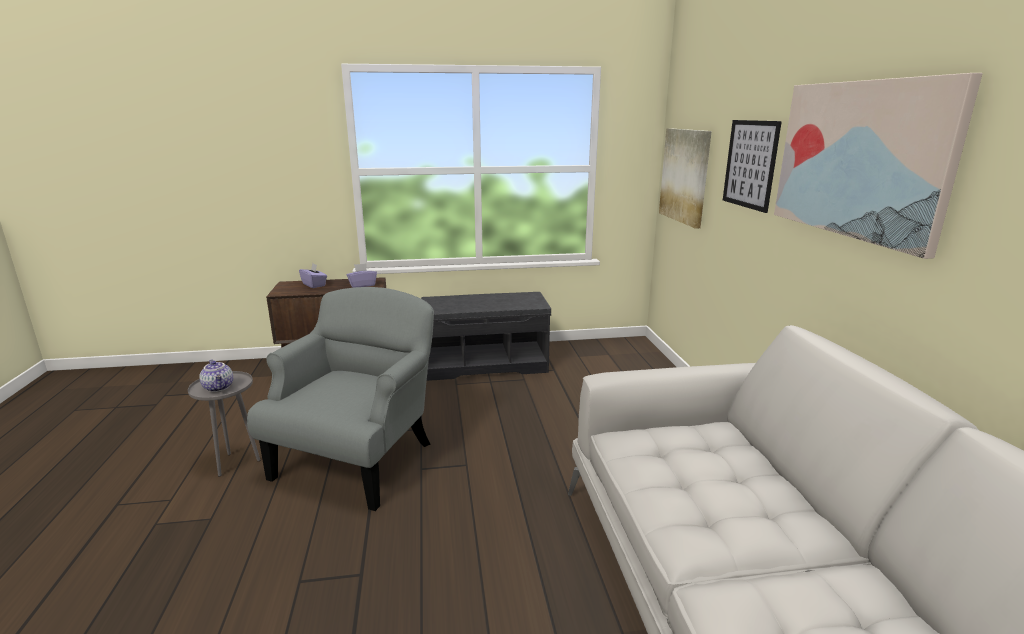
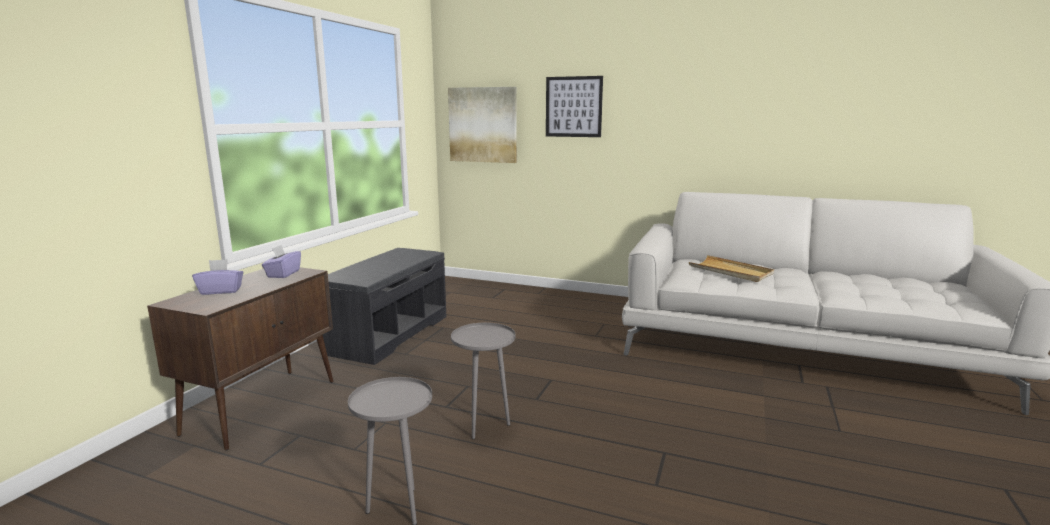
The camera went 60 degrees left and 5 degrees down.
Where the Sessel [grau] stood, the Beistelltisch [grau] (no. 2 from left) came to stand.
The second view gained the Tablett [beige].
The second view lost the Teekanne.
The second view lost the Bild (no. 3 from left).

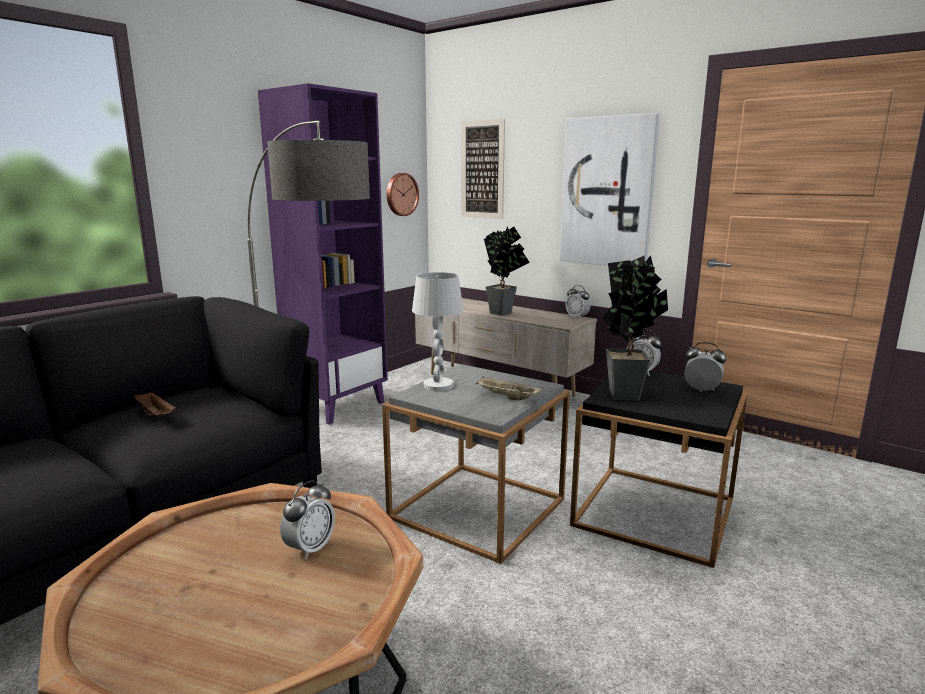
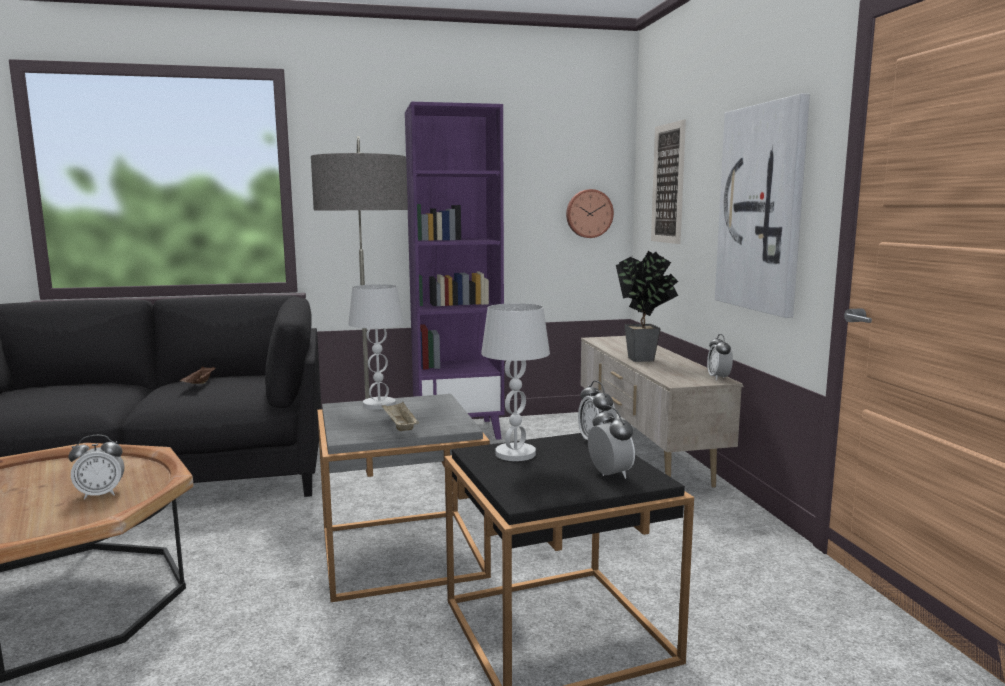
The camera went 40 degrees right and 5 degrees down.
Where the Topfpflanze (no. 2 from left) stood, the Tischlampe [weiß] (no. 2 from left) came to stand.

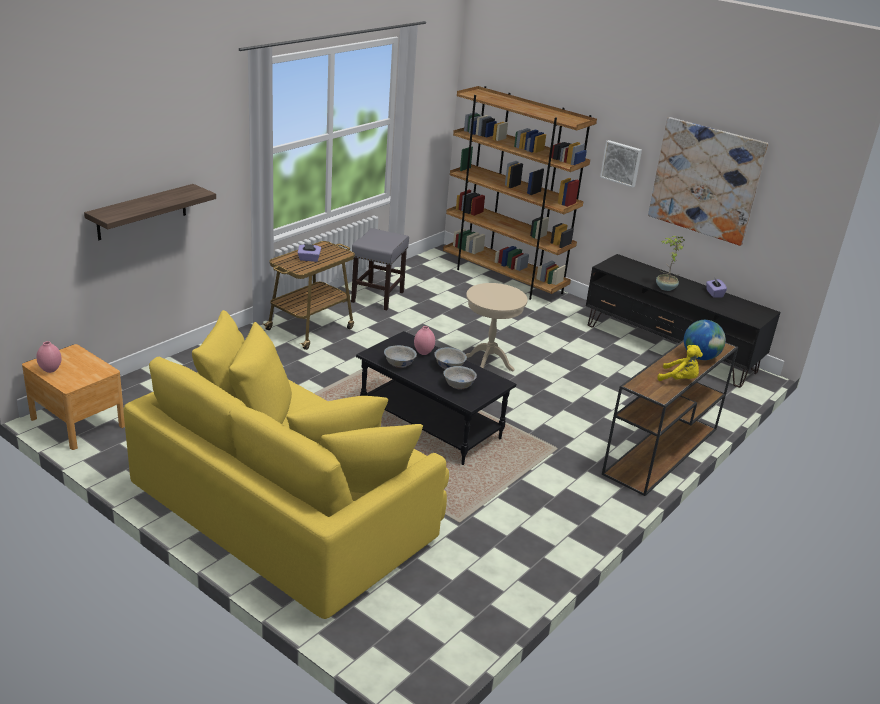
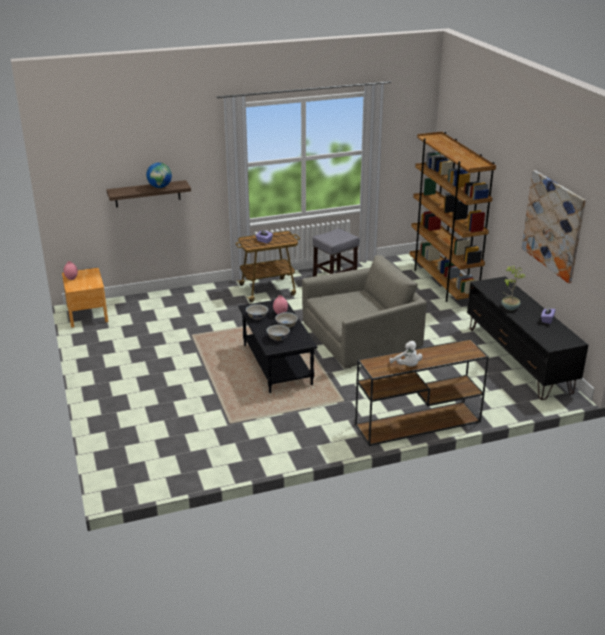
The camera went 35 degrees right and 0 degrees up.
The Globus ended up elsewhere.
Where the Beistelltisch [beige] stood, the Sessel [grau] came to stand.
What was the Plüschtier [gelb] turned into the Plüschtier [weiß].
The second view lost the Sofa [gelb].
The second view lost the Bild (no. 1 from left).

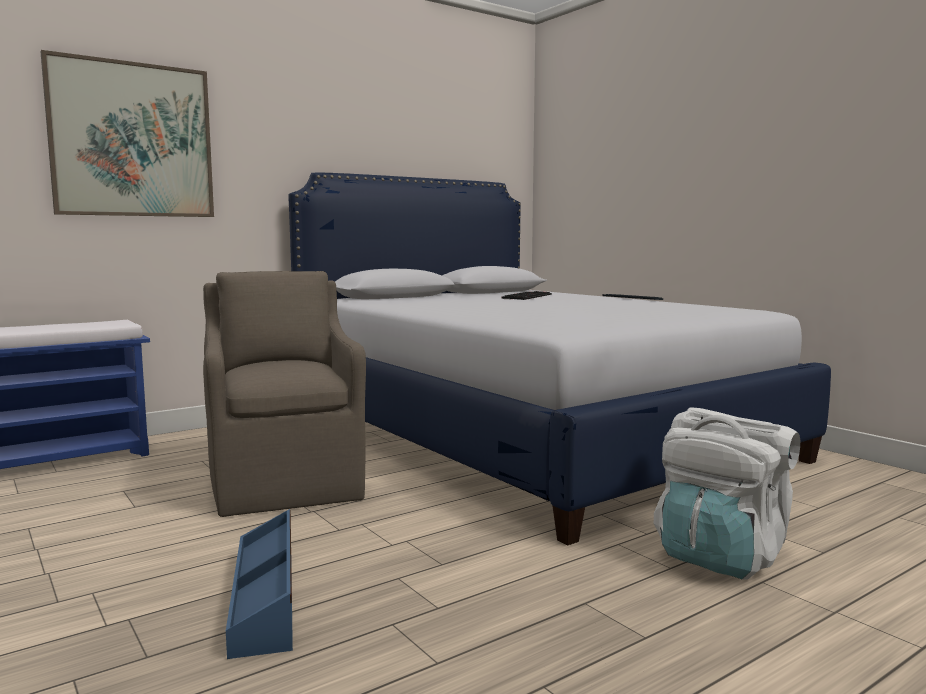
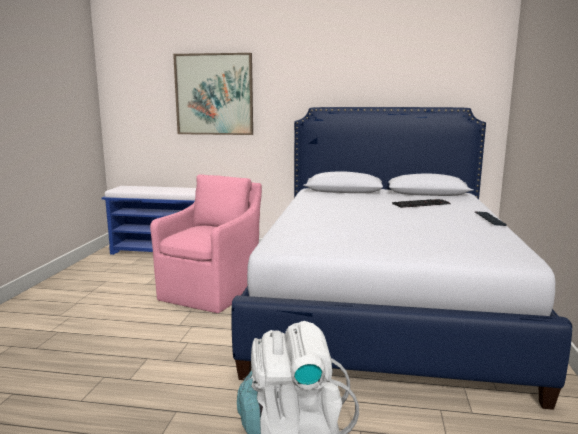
The camera went 45 degrees right and 5 degrees up.
What was the Sessel [braun] turned into the Sessel [rosa].
The second view lost the Aufbewahrungsbox [blau].

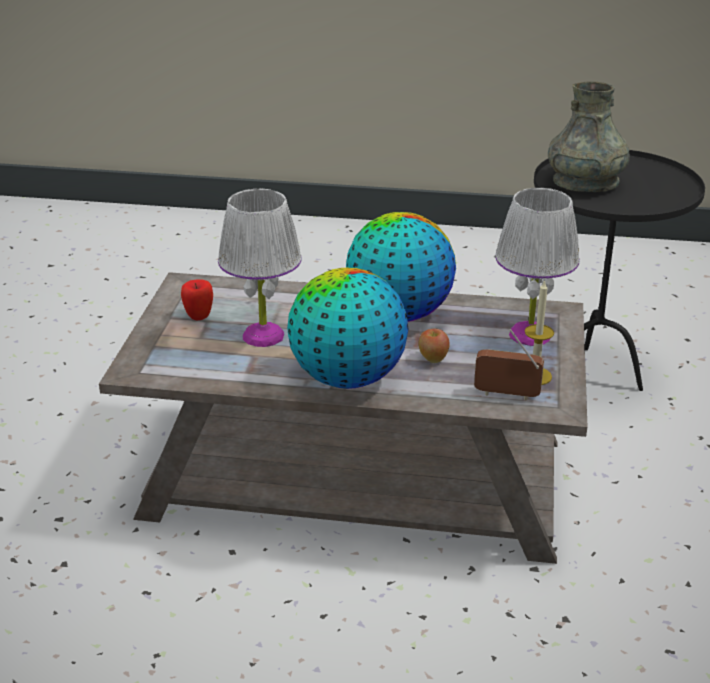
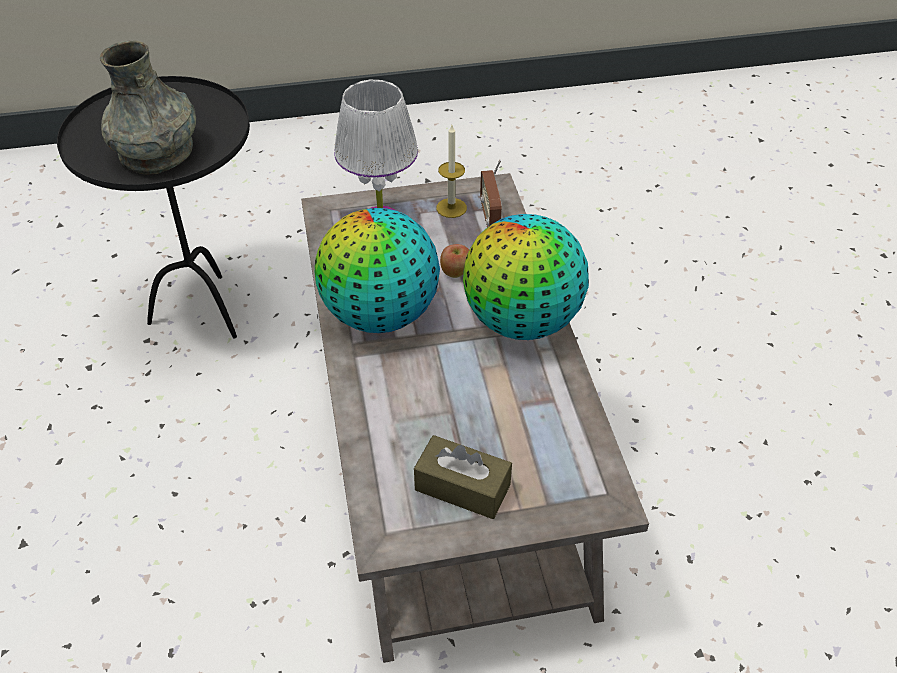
The camera went 110 degrees left and 15 degrees up.
Where the Apfel (no. 1 from left) stood, the Taschentuchbox [braun] came to stand.
The second view lost the Tischlampe [weiß] (no. 1 from left).

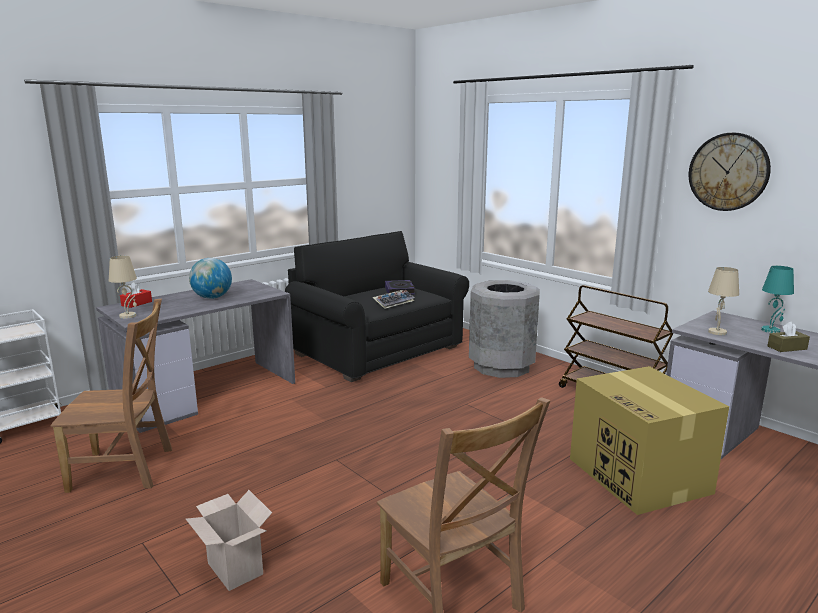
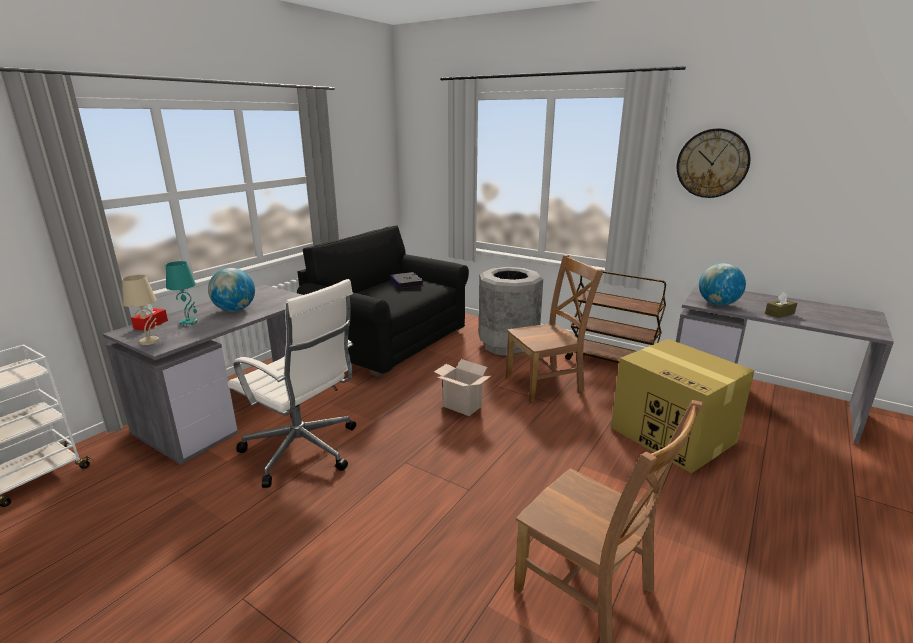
The camera went 15 degrees left and 5 degrees up.
The Tischlampe [türkis] ended up elsewhere.
The second view gained the Bürostuhl [weiß].
The Karton (no. 1 from left) ended up elsewhere.
The Stuhl [braun] (no. 1 from left) ended up elsewhere.
Where the Tischlampe [beige] (no. 2 from left) stood, the Globus (no. 2 from left) came to stand.
The second view lost the Tastatur.

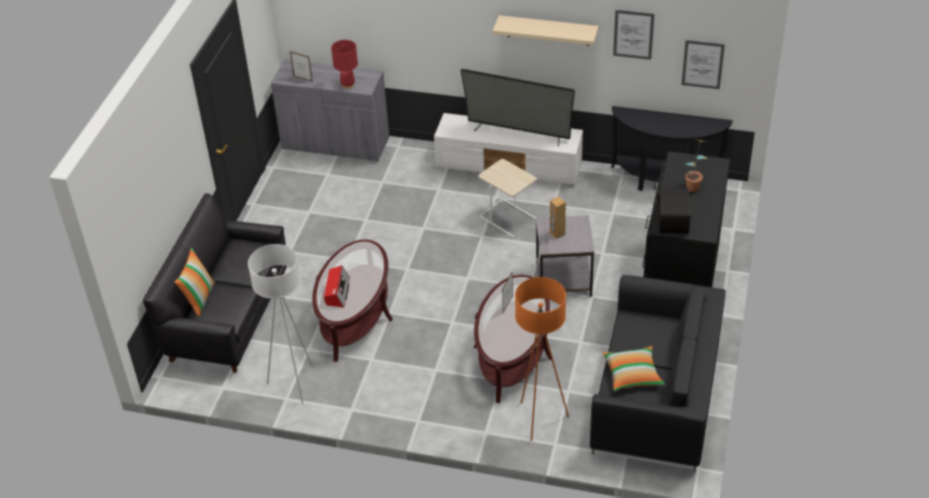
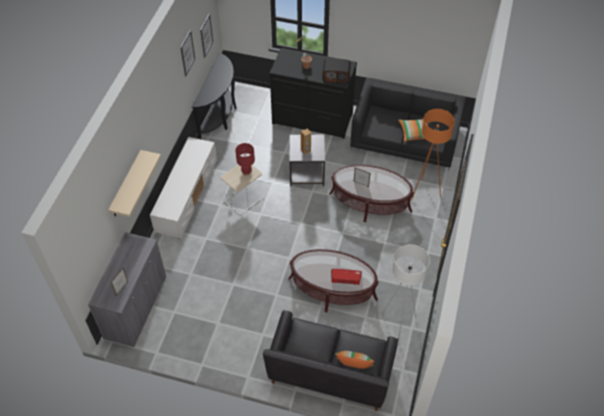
The camera went 90 degrees left and 10 degrees up.
The Wandregal [beige] ended up elsewhere.
The Tischlampe [rot] ended up elsewhere.
The second view lost the Fernseher.

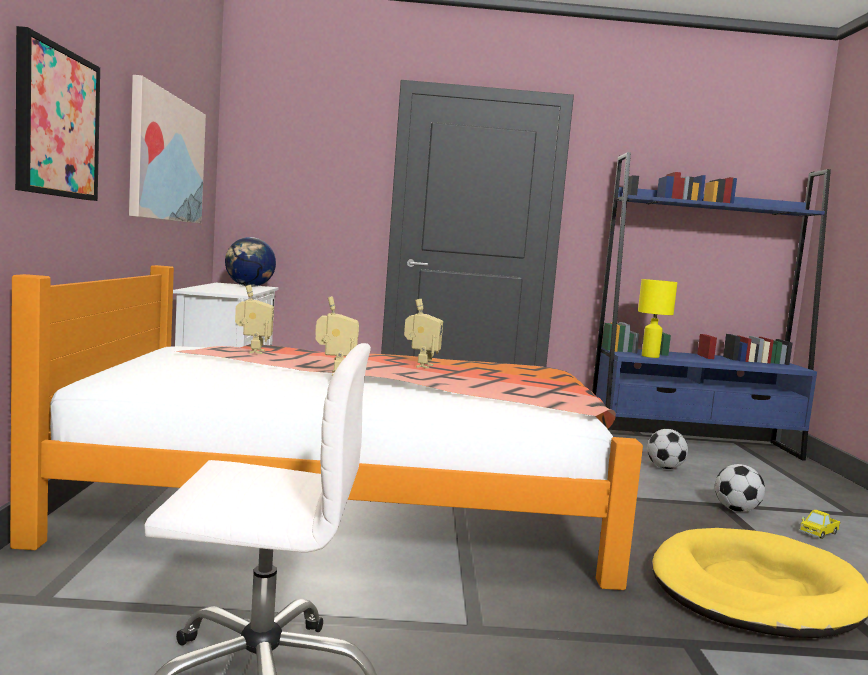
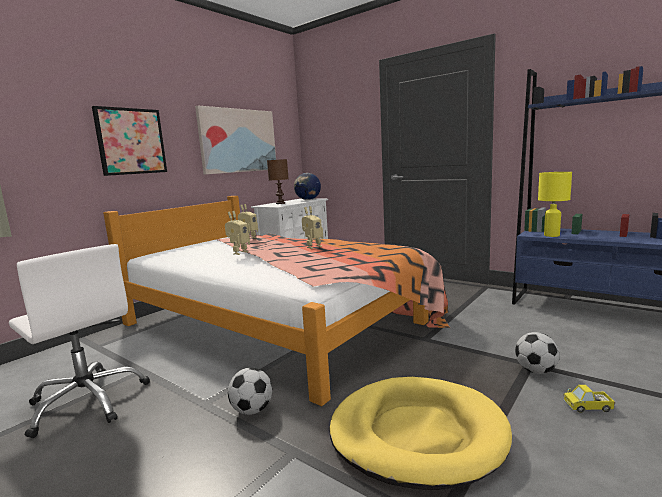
The camera went 40 degrees right and 5 degrees up.
The Fußball (no. 1 from left) ended up elsewhere.
The second view gained the Tischlampe [braun].

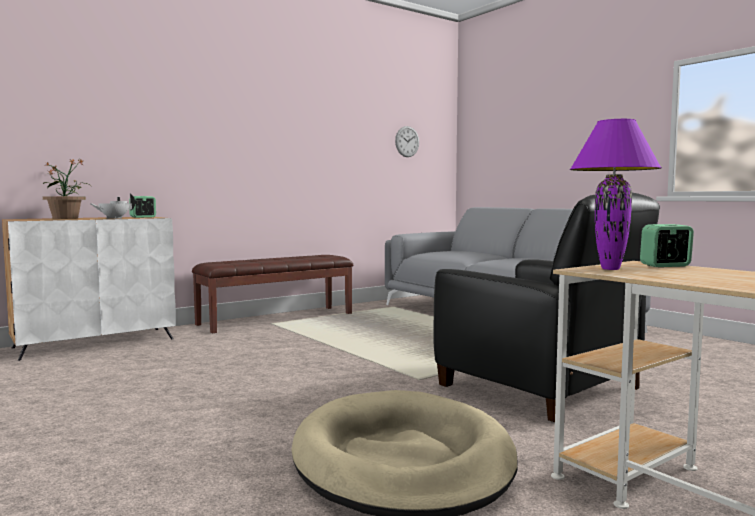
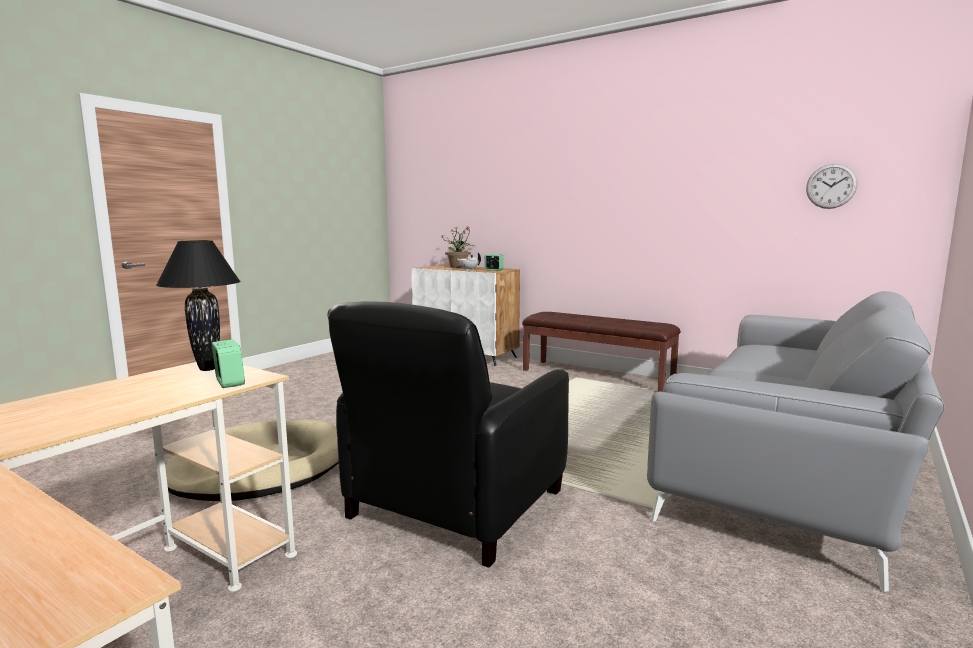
The camera went 70 degrees right and 5 degrees up.
What was the Tischlampe [lila] turned into the Tischlampe [schwarz].

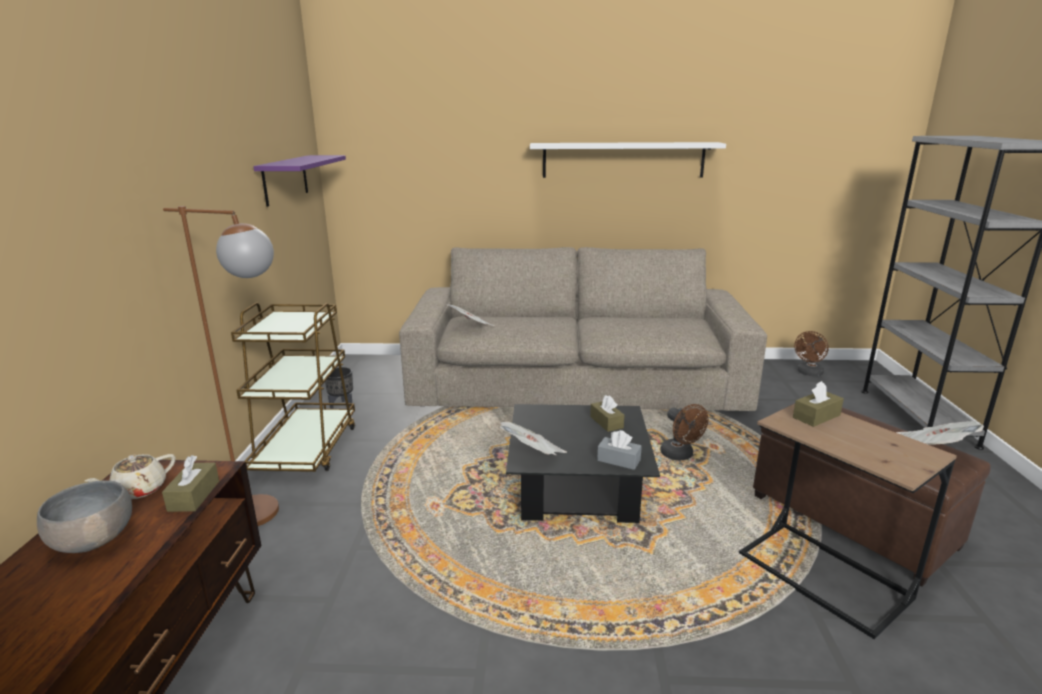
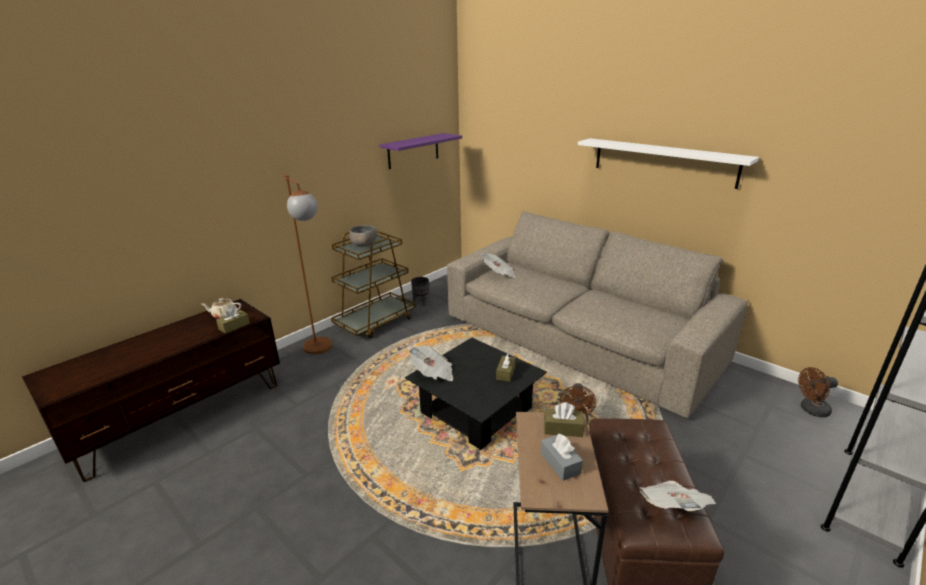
The camera went 40 degrees right and 5 degrees up.
The Schüssel [grau] ended up elsewhere.
The Taschentuchbox [grau] ended up elsewhere.

